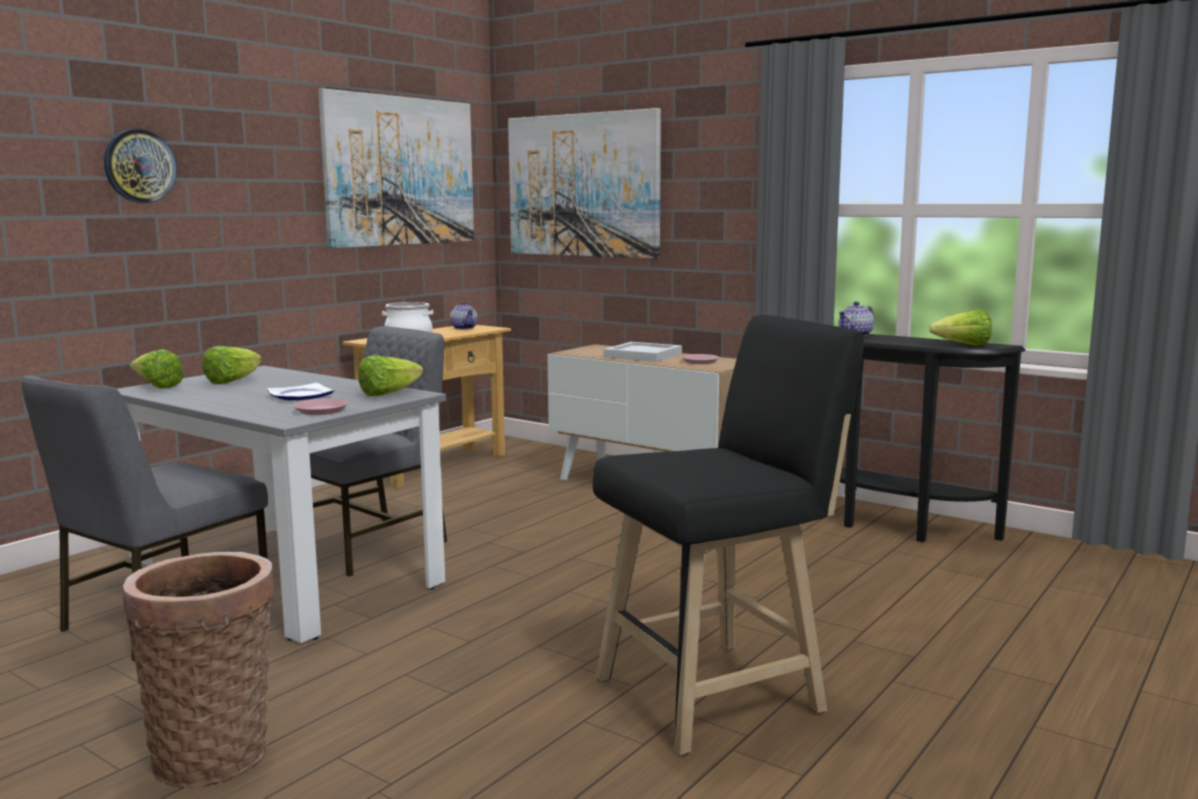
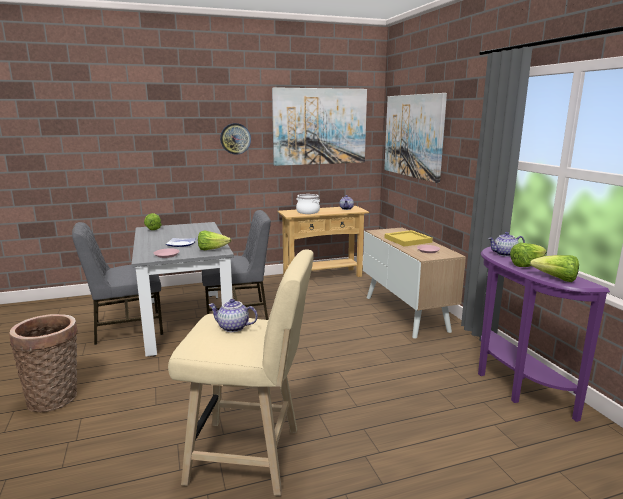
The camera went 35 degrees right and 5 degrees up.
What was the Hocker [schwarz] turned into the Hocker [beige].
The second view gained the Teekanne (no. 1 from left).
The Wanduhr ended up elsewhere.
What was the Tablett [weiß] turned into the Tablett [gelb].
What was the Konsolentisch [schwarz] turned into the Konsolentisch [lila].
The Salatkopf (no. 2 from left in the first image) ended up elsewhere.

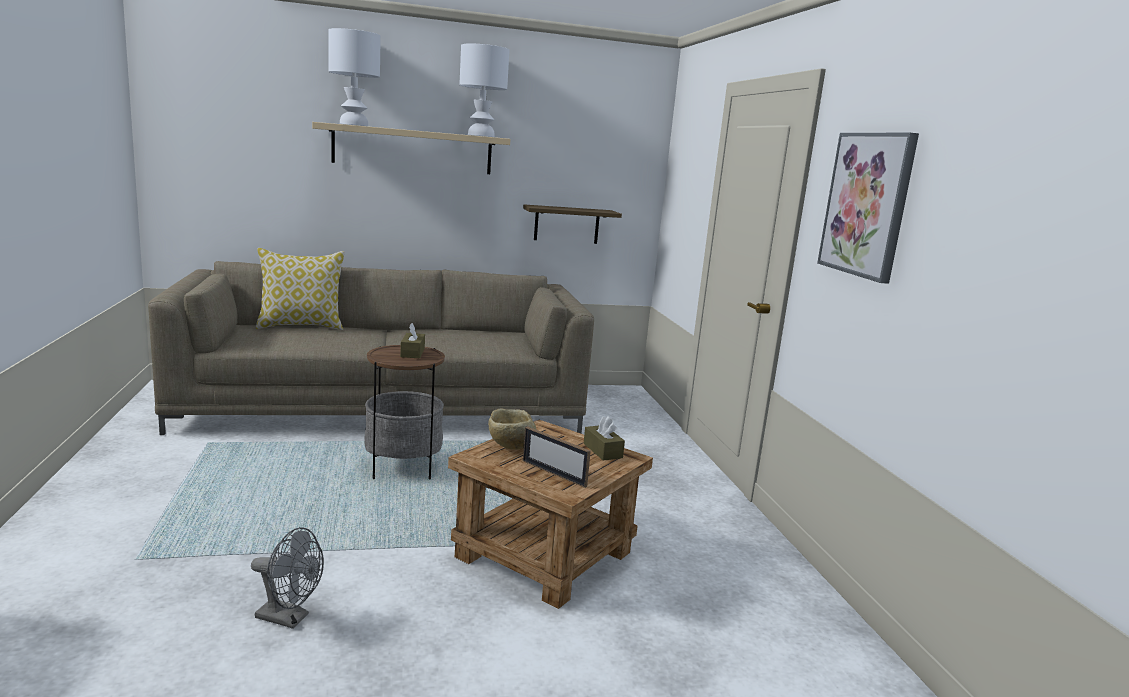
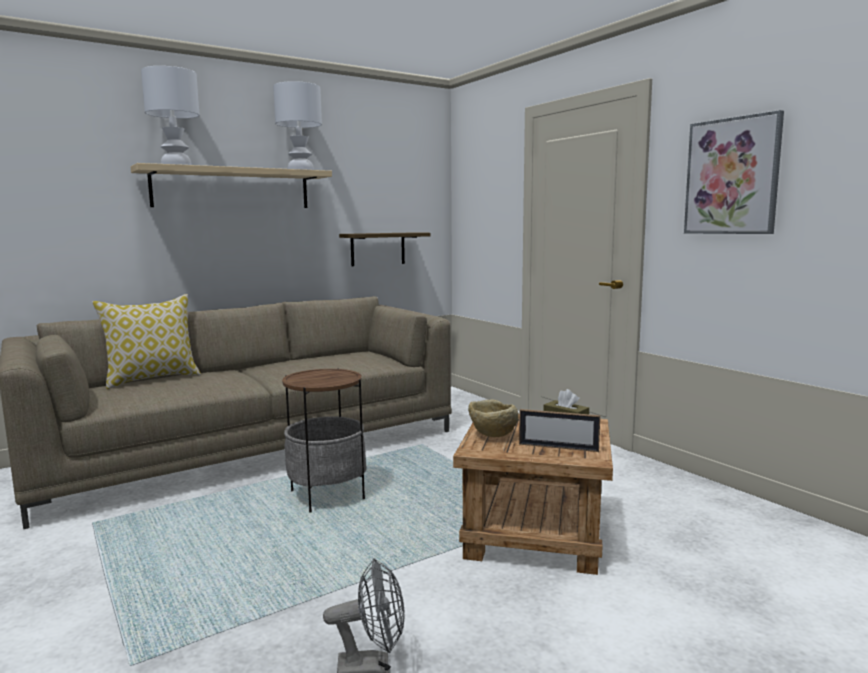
The camera went 20 degrees left and 5 degrees down.
The second view lost the Taschentuchbox [braun] (no. 1 from left).

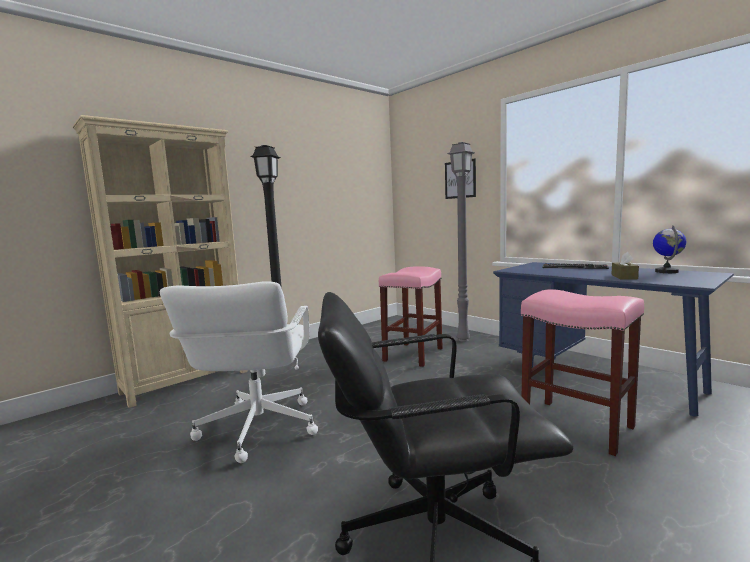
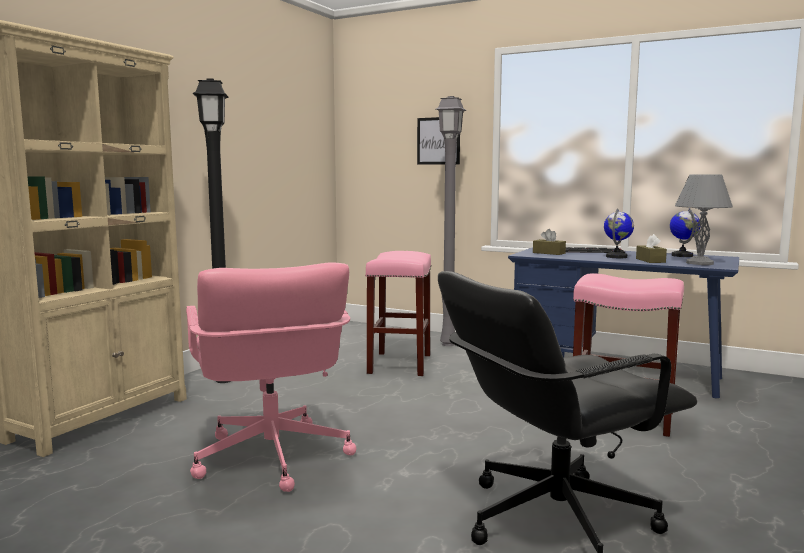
The camera went 20 degrees left and 0 degrees up.
What was the Bürostuhl [weiß] turned into the Bürostuhl [rosa].
The second view gained the Taschentuchbox [braun] (no. 1 from left).
The second view gained the Globus (no. 1 from left).
The second view gained the Tischlampe [grau].

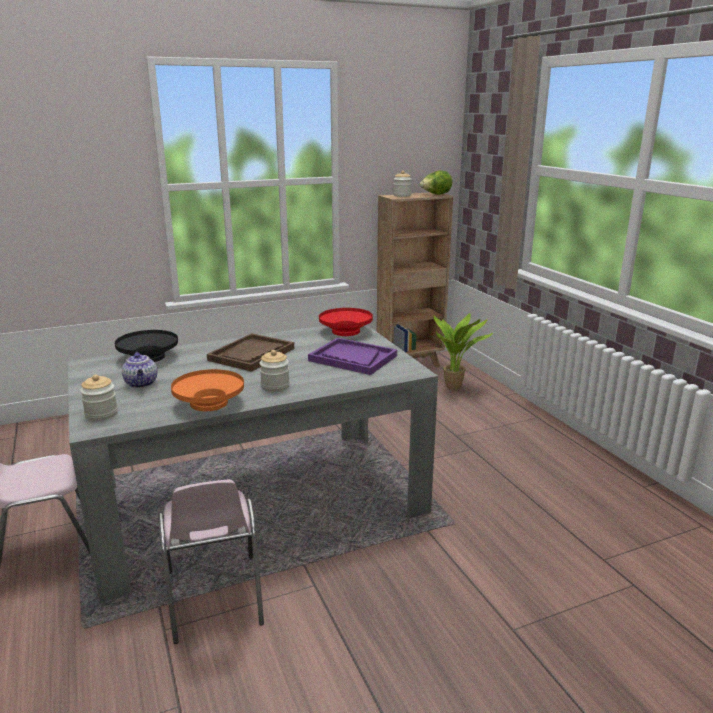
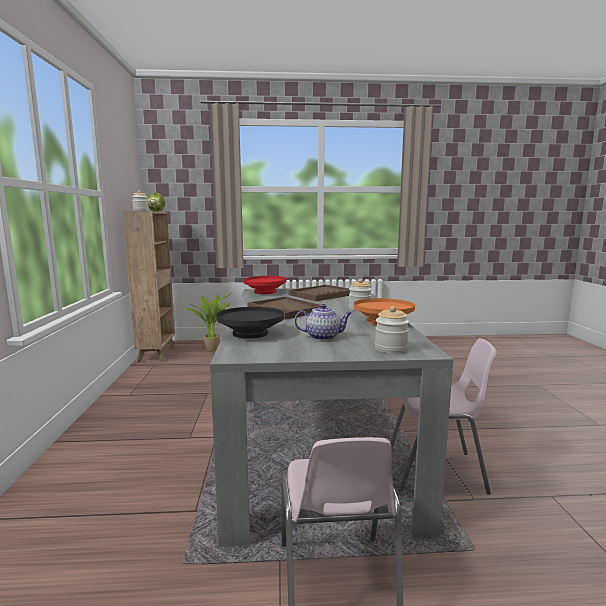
The camera went 70 degrees left and 10 degrees down.
What was the Tablett [lila] turned into the Tablett [braun] (no. 2 from left).

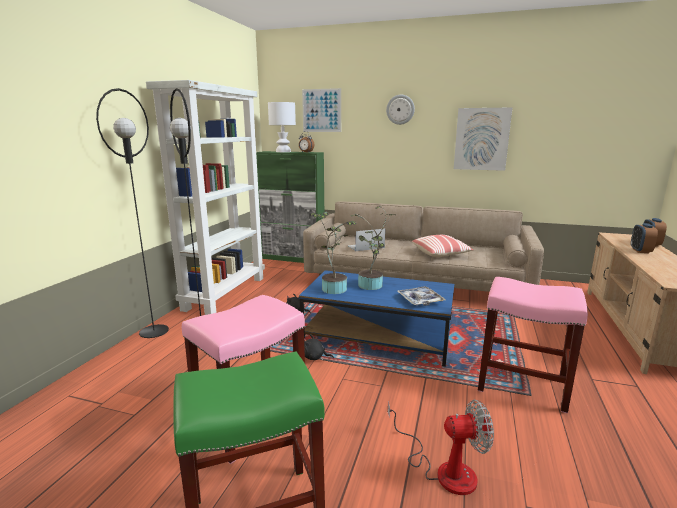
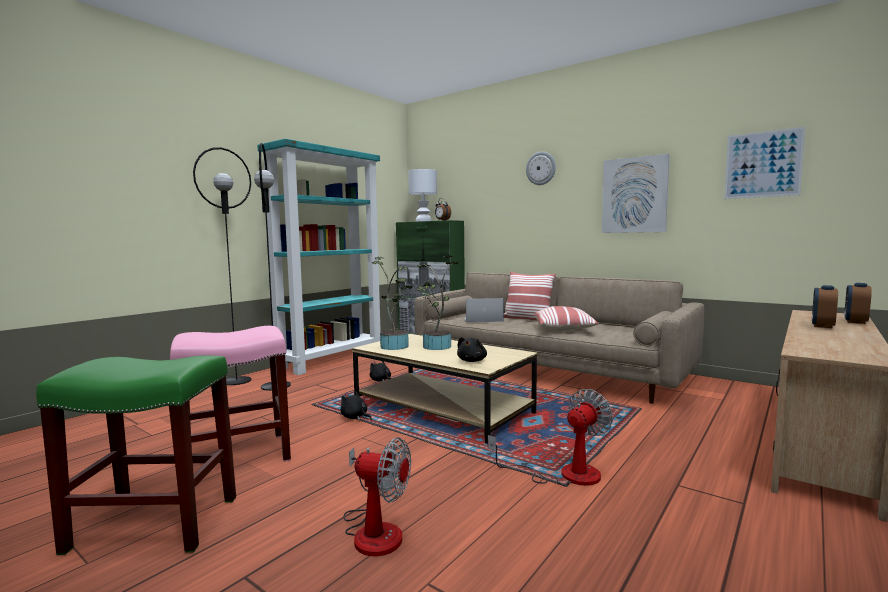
The camera went 20 degrees right and 10 degrees down.
What was the Bücherregal [weiß] turned into the Bücherregal [türkis].
What was the Couchtisch [blau] turned into the Couchtisch [beige].
Where the Tablett stood, the Plüschtier [schwarz] (no. 3 from left) came to stand.
Where the Hocker [rosa] (no. 2 from left) stood, the Ventilator (no. 2 from left) came to stand.
The second view gained the Kissen (no. 1 from left).
The Bild (no. 1 from left in the first image) ended up elsewhere.

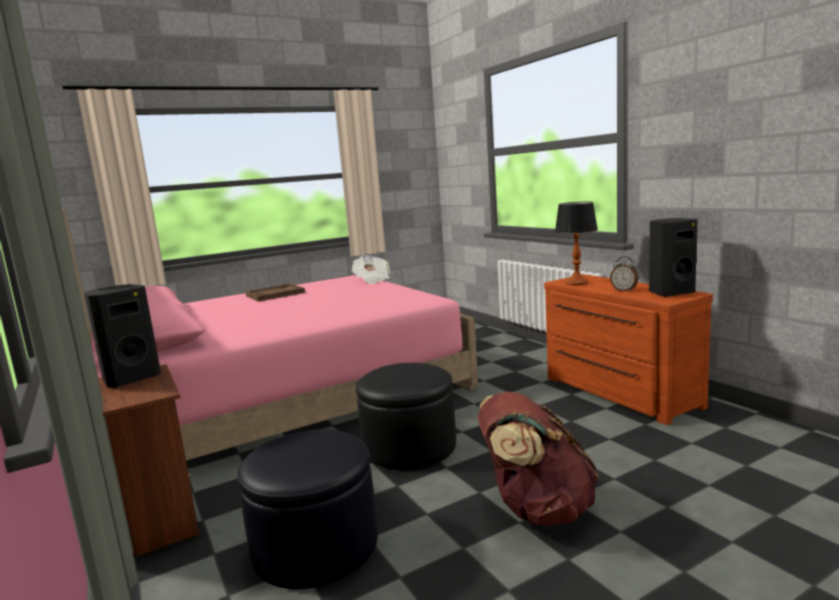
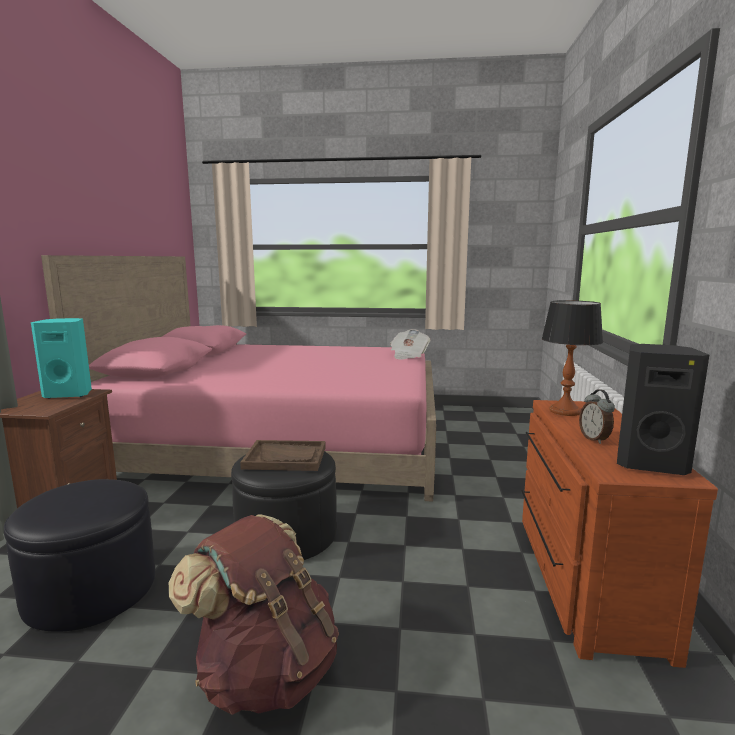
The camera went 35 degrees right and 0 degrees up.
What was the Lautsprecher [schwarz] (no. 1 from left) turned into the Lautsprecher [türkis].
The Tablett [braun] ended up elsewhere.

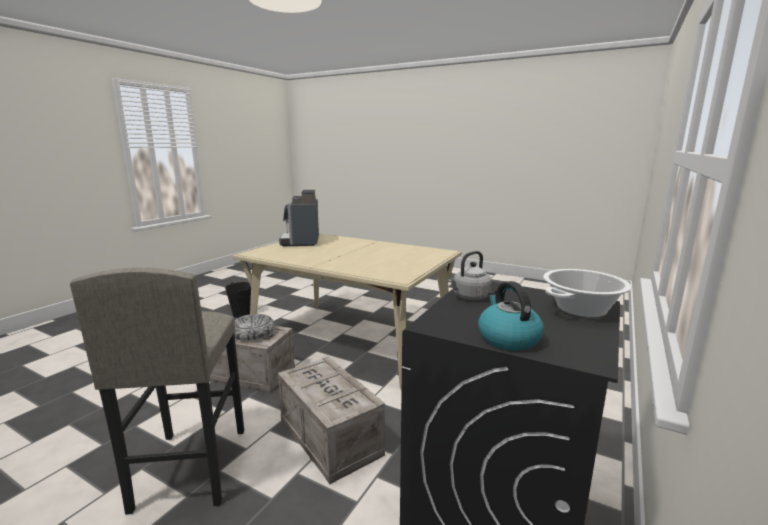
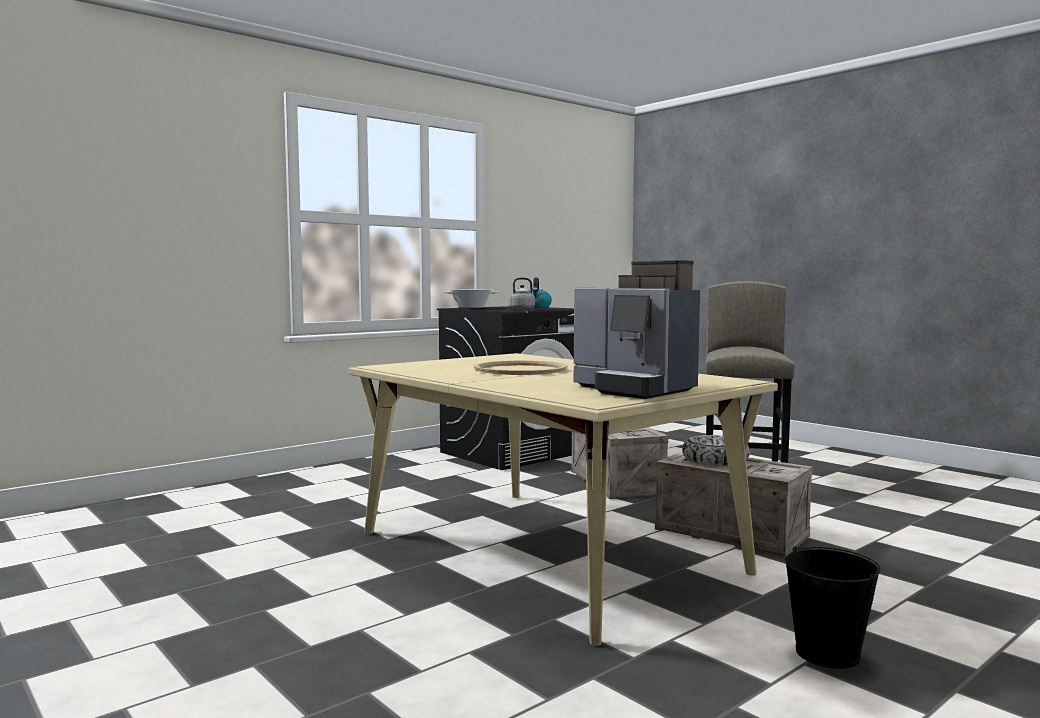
The camera went 160 degrees left and 10 degrees down.
The second view gained the Tablett [beige].
The Kaffeemaschine ended up facing another way, 120 degrees clockwise from before.

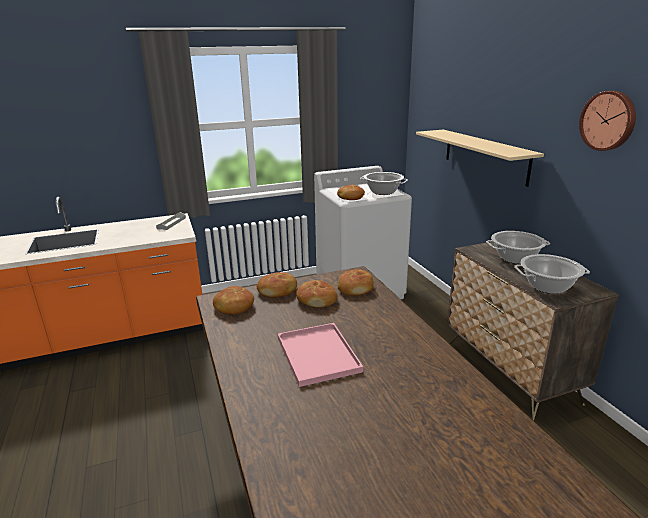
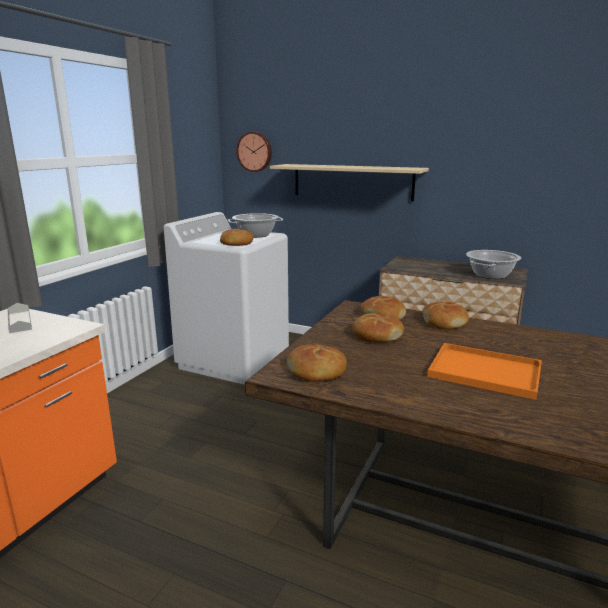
The camera went 45 degrees left and 5 degrees down.
The Wanduhr ended up elsewhere.
The Brot (no. 2 from left in the first image) ended up elsewhere.
What was the Tablett [rosa] turned into the Tablett [orange].
The second view lost the Kochtopf (no. 2 from left).

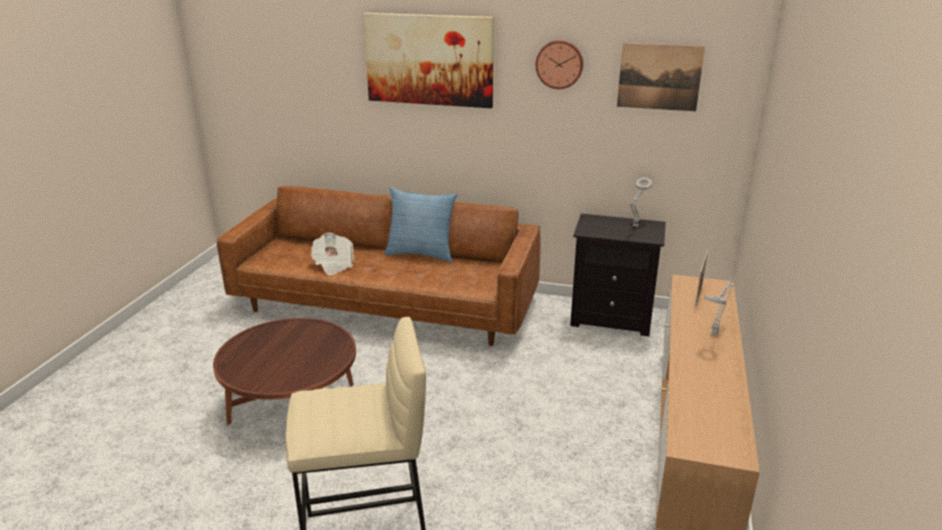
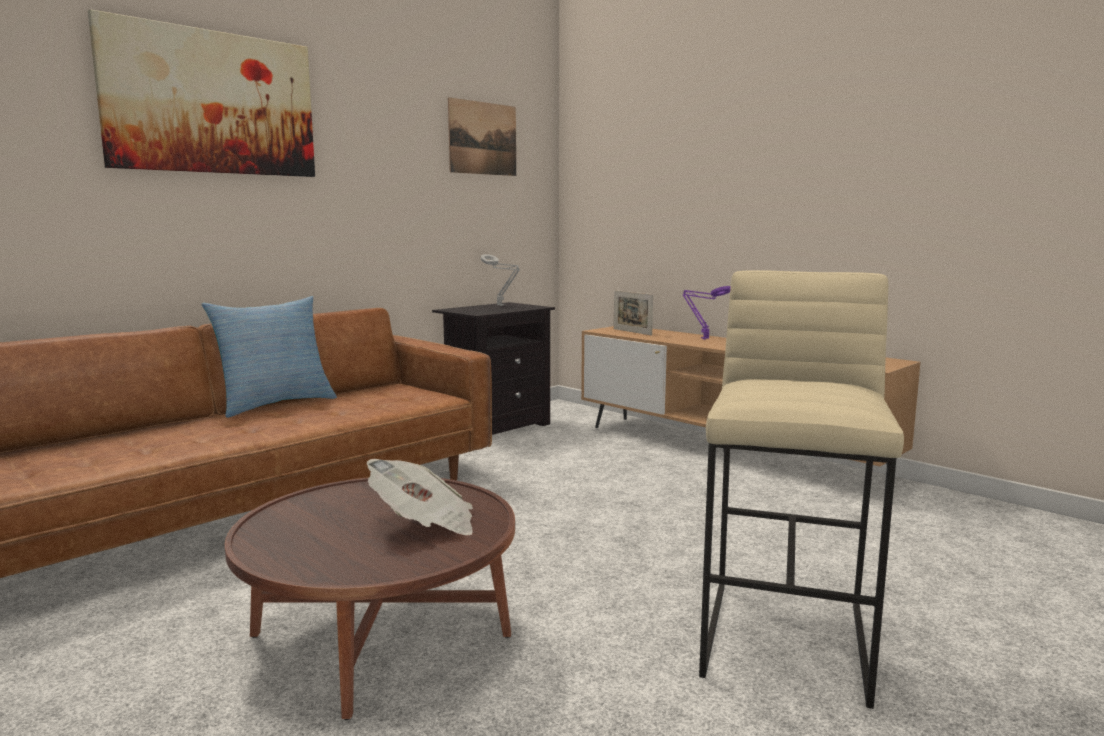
The camera went 60 degrees left and 15 degrees down.
The Zeitung ended up elsewhere.
What was the Tischlampe [grau] (no. 2 from left) turned into the Tischlampe [lila].
The second view lost the Wanduhr.

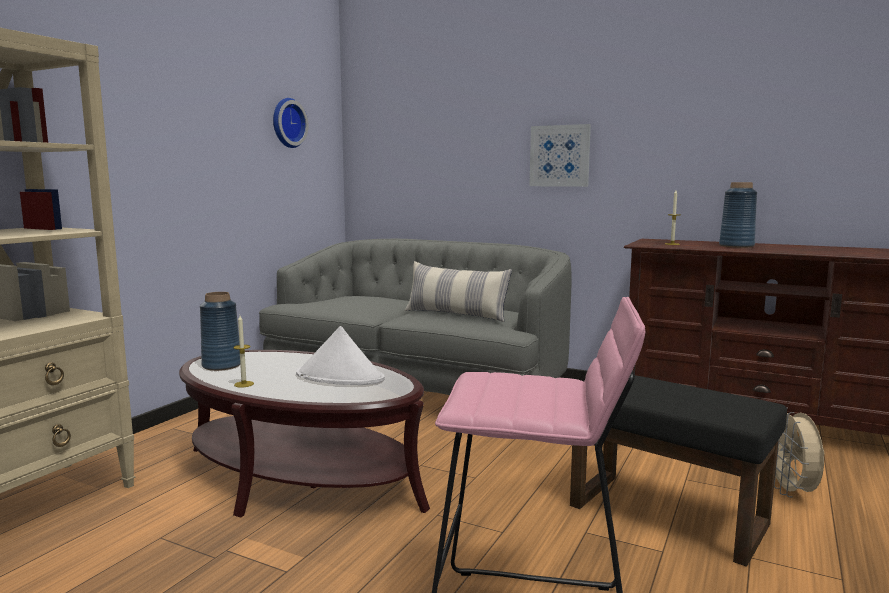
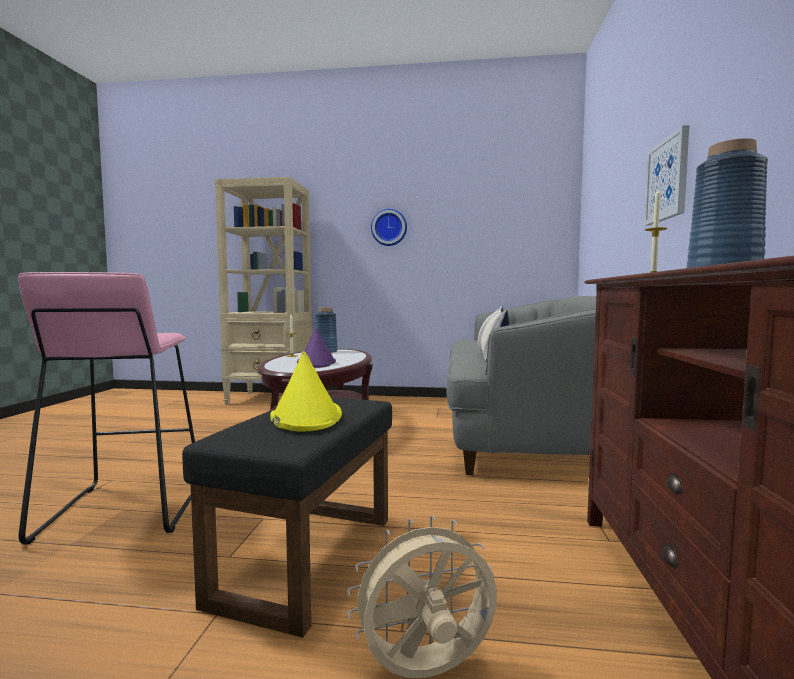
The camera went 70 degrees right and 5 degrees down.
The second view gained the Hut [gelb].
What was the Hut [weiß] turned into the Hut [lila].
The Wanduhr ended up elsewhere.

